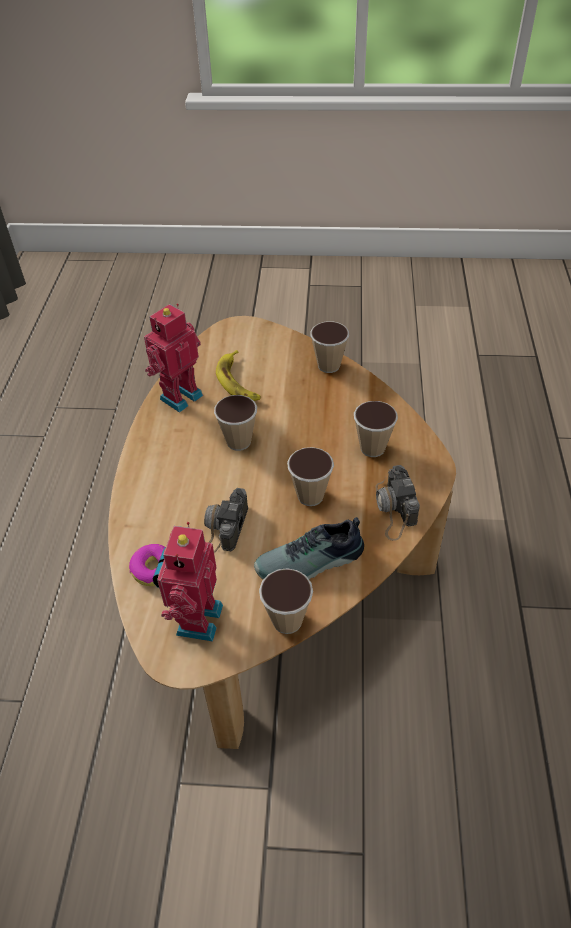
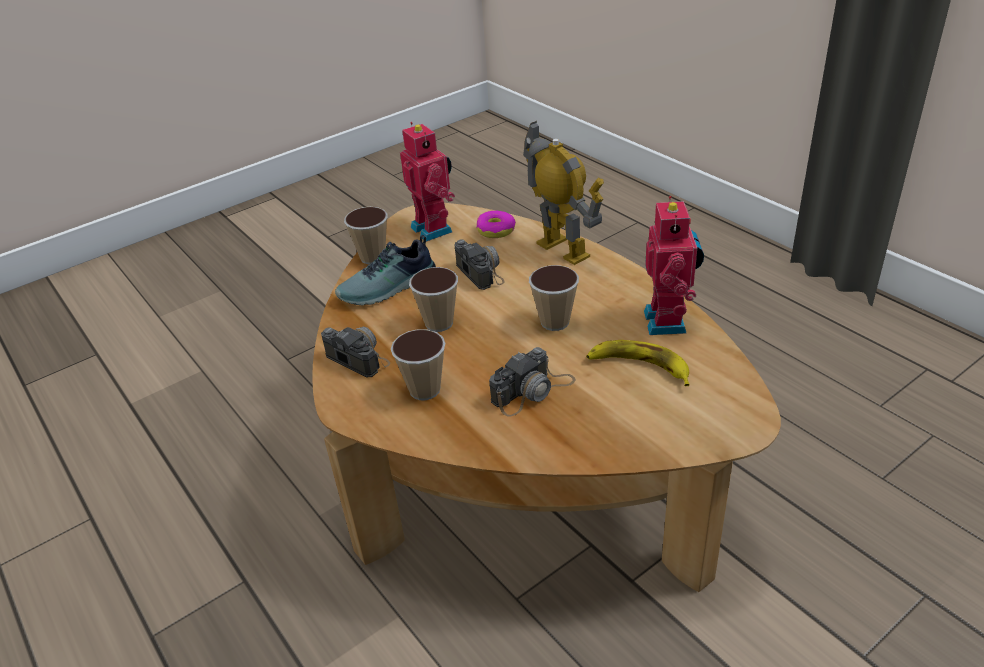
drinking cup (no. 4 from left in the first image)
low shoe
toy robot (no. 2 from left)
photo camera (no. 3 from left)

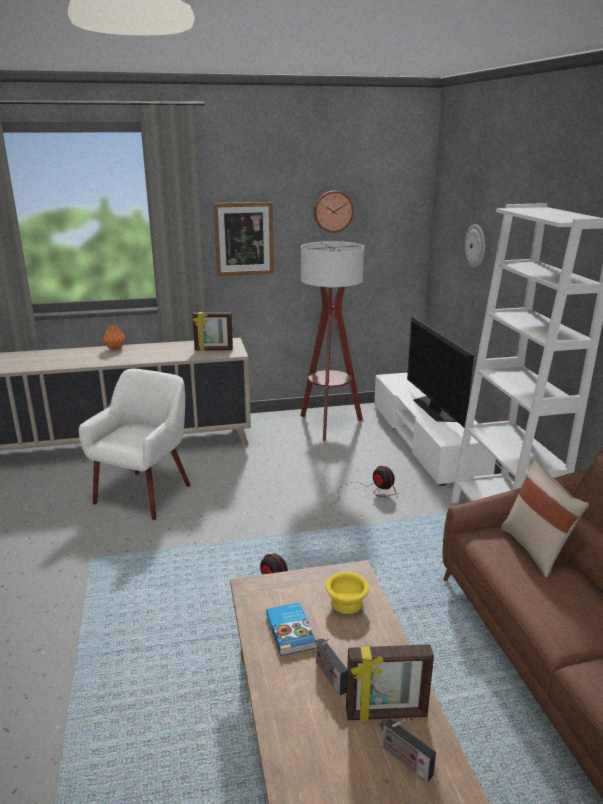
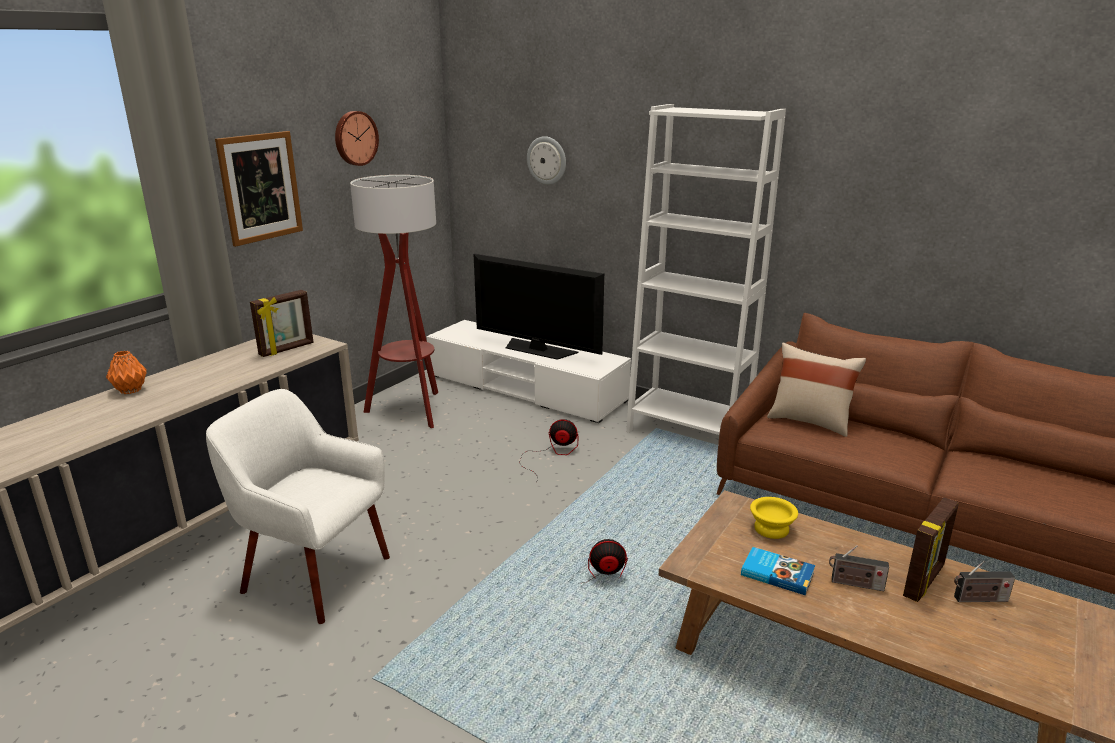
armchair (white)

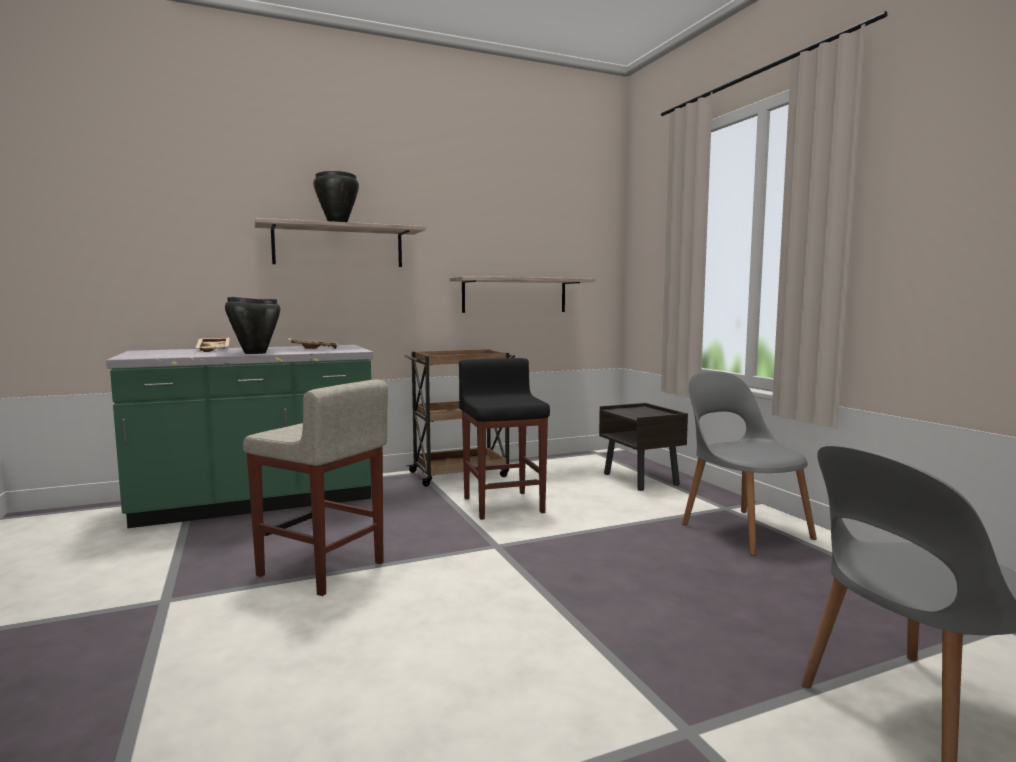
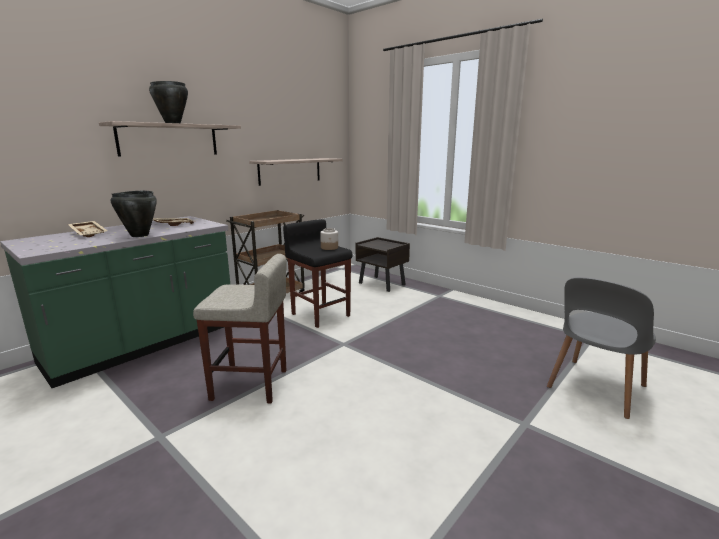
chair (greyish) (no. 1 from left in the first image)
preserve jar

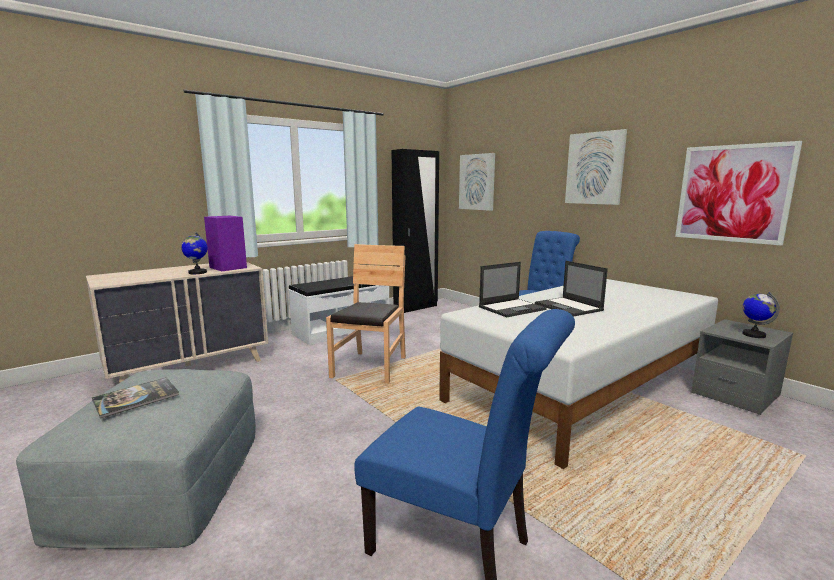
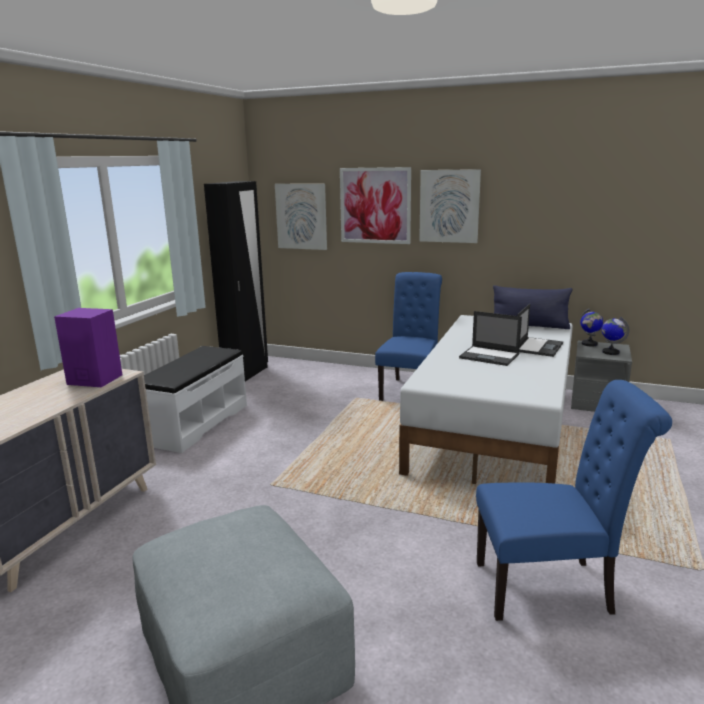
picture (no. 2 from left)
desk globe (no. 1 from left)
chair (brown)
laptop (no. 2 from left)
bound book
cushion (blue-coloured)

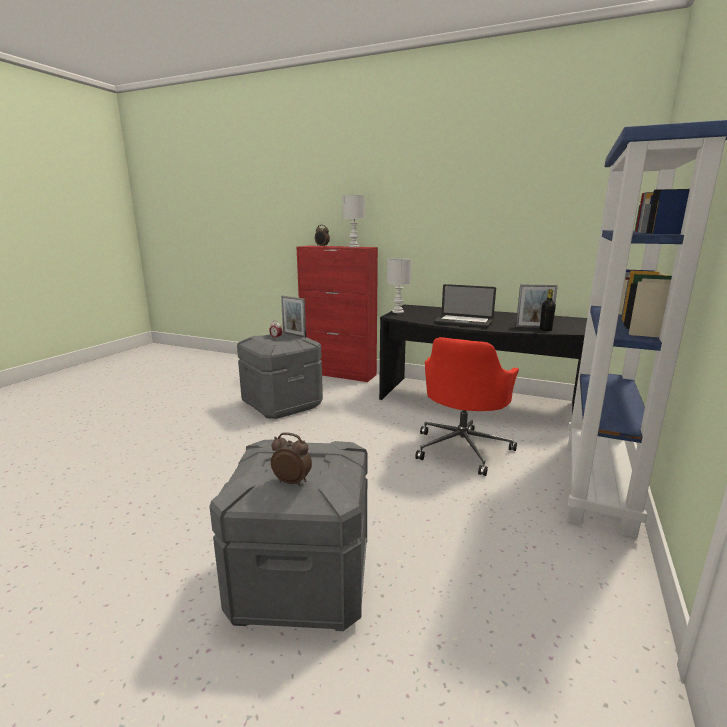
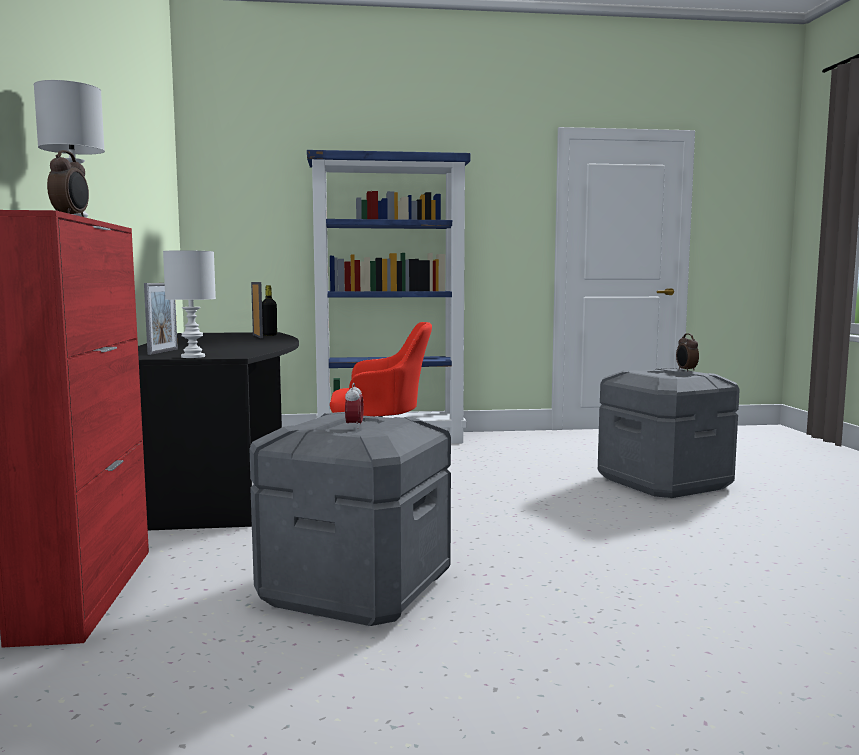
laptop
picture frame (no. 1 from left)

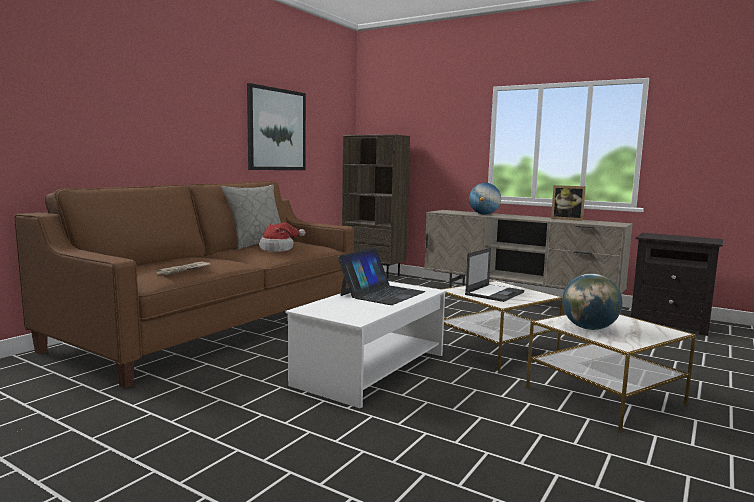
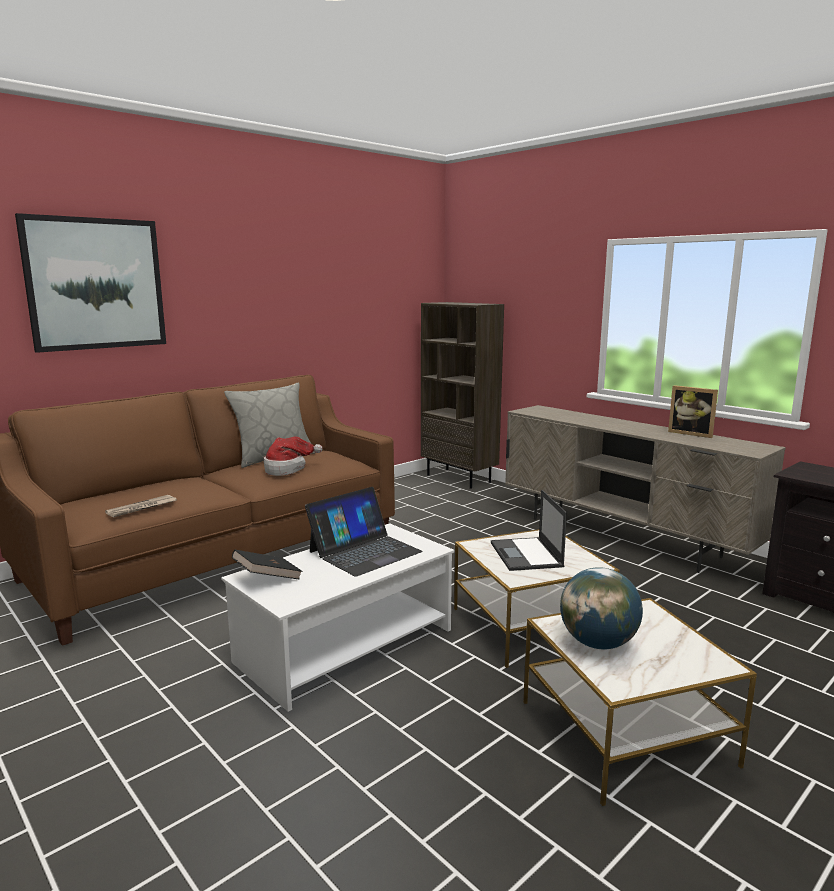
picture
desk globe (no. 1 from left in the first image)
laptop (no. 2 from left)
bound book (blackish)

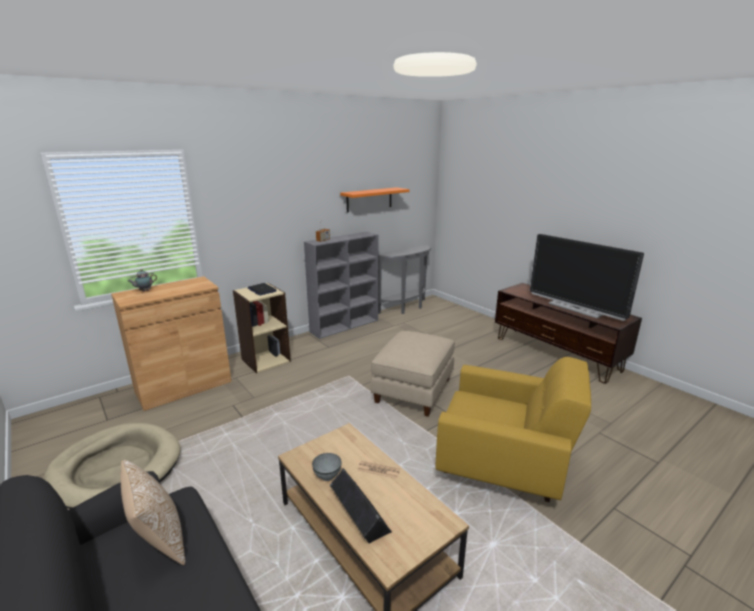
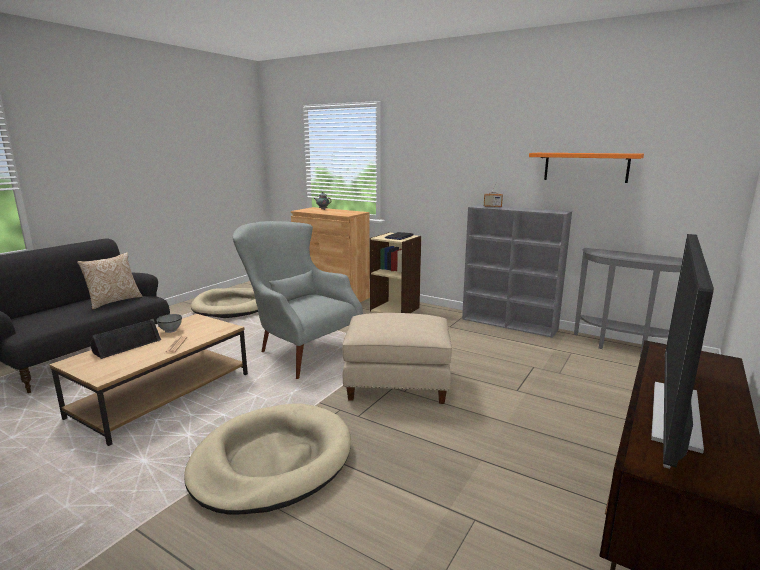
dog bed (sand-coloured) (no. 2 from left)
armchair (greyish)

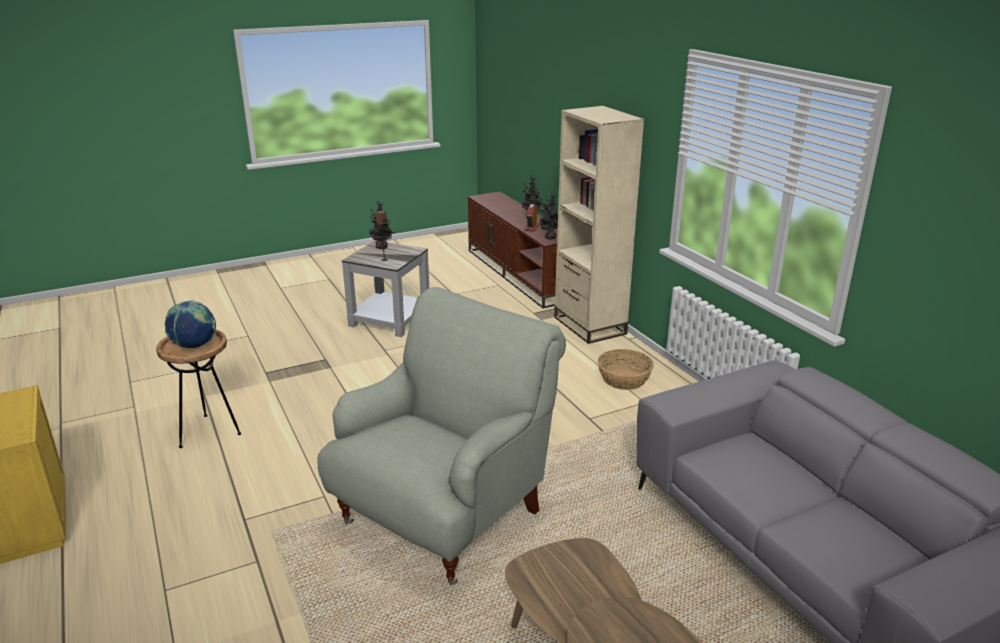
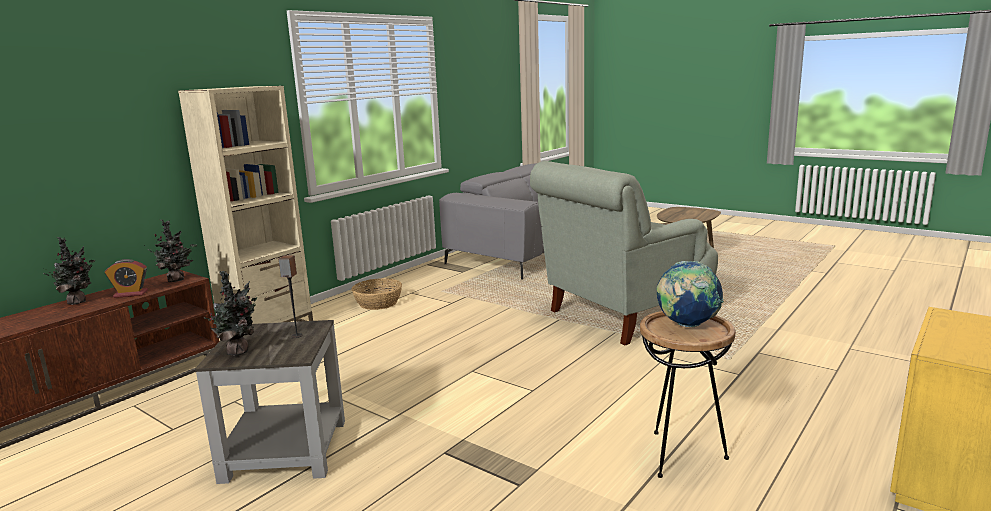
armchair (greyish)

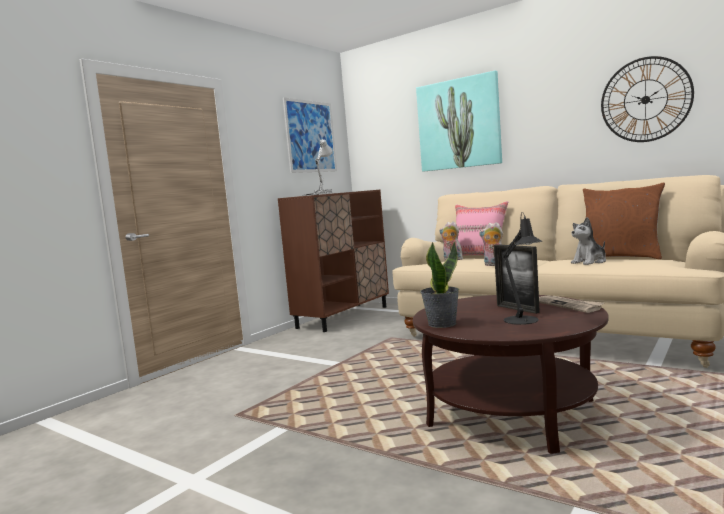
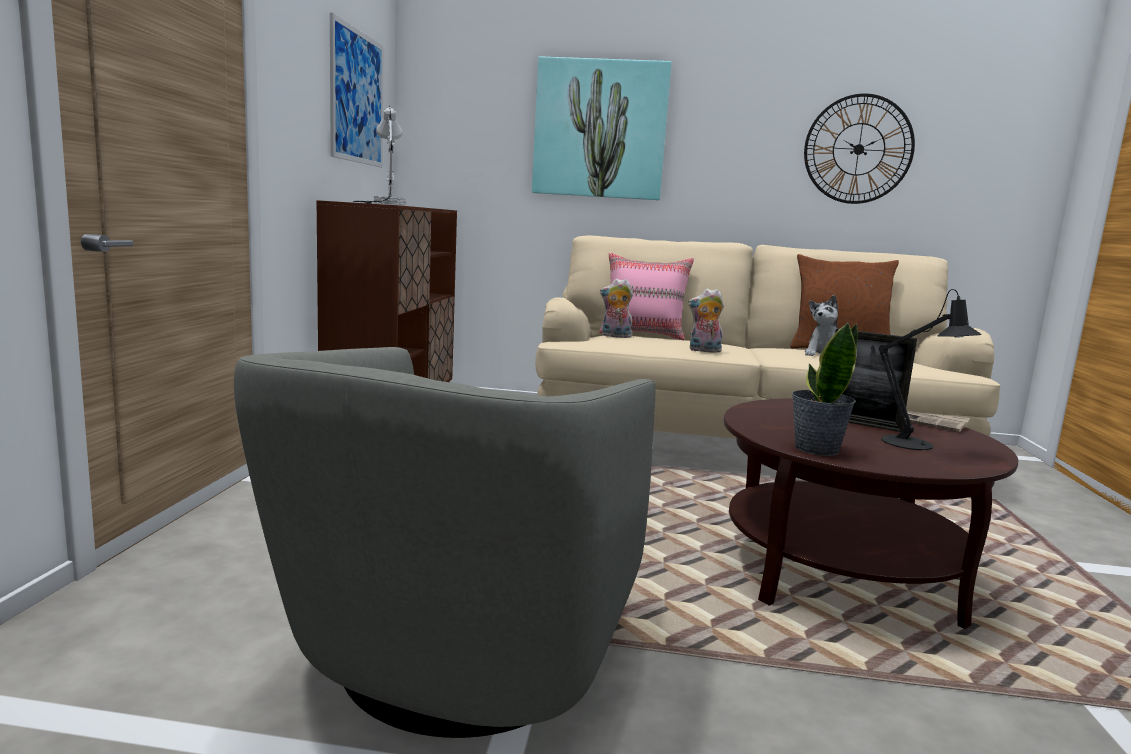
armchair (greyish)

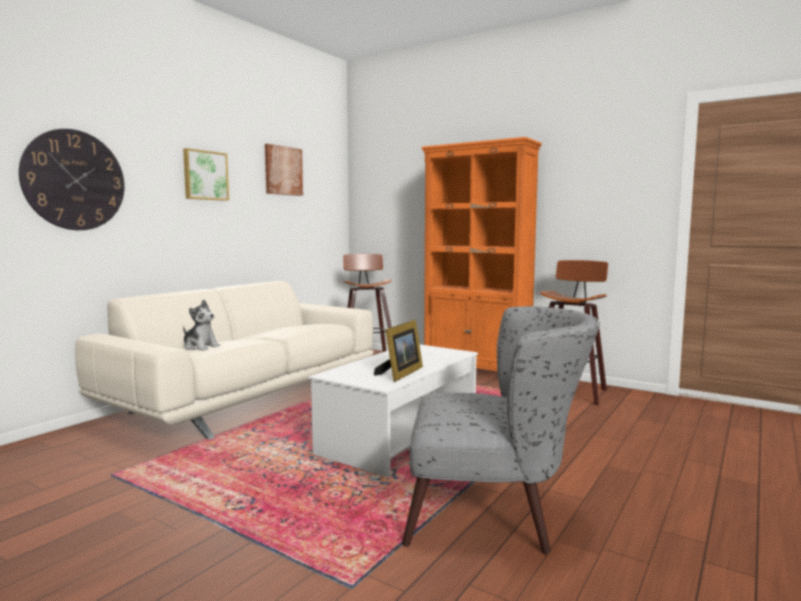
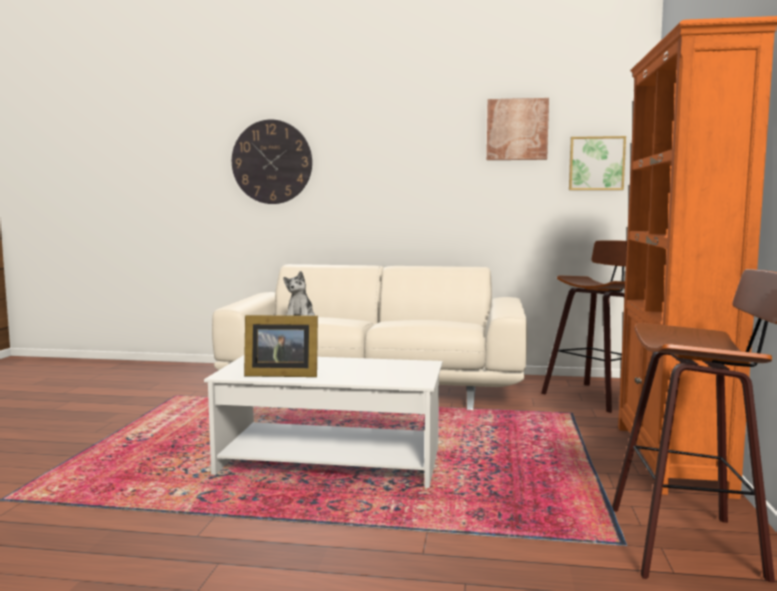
picture (no. 2 from left)
armchair (greyish)

